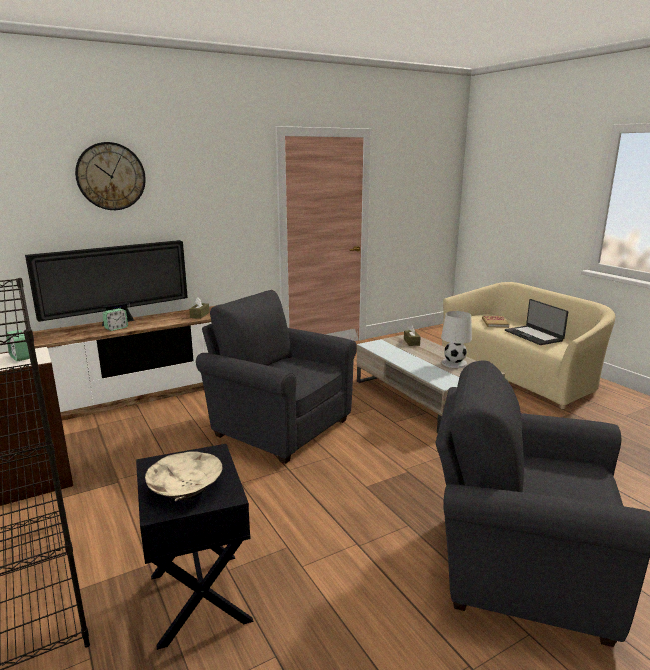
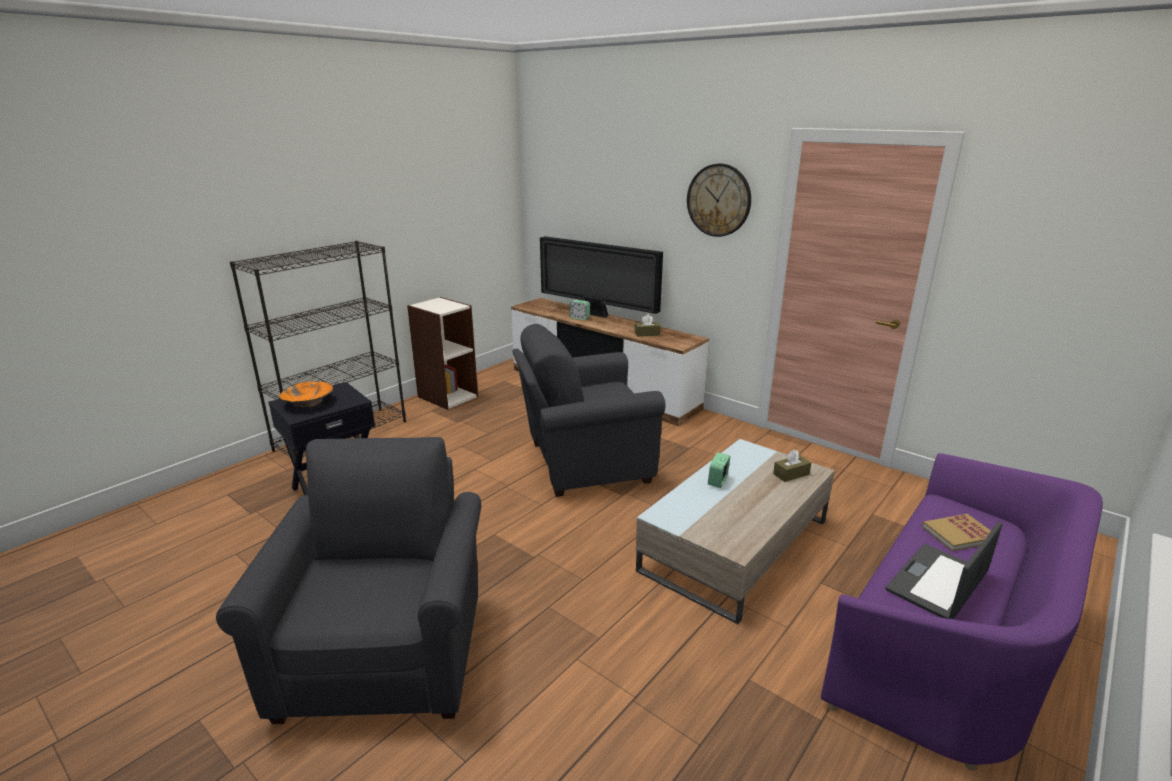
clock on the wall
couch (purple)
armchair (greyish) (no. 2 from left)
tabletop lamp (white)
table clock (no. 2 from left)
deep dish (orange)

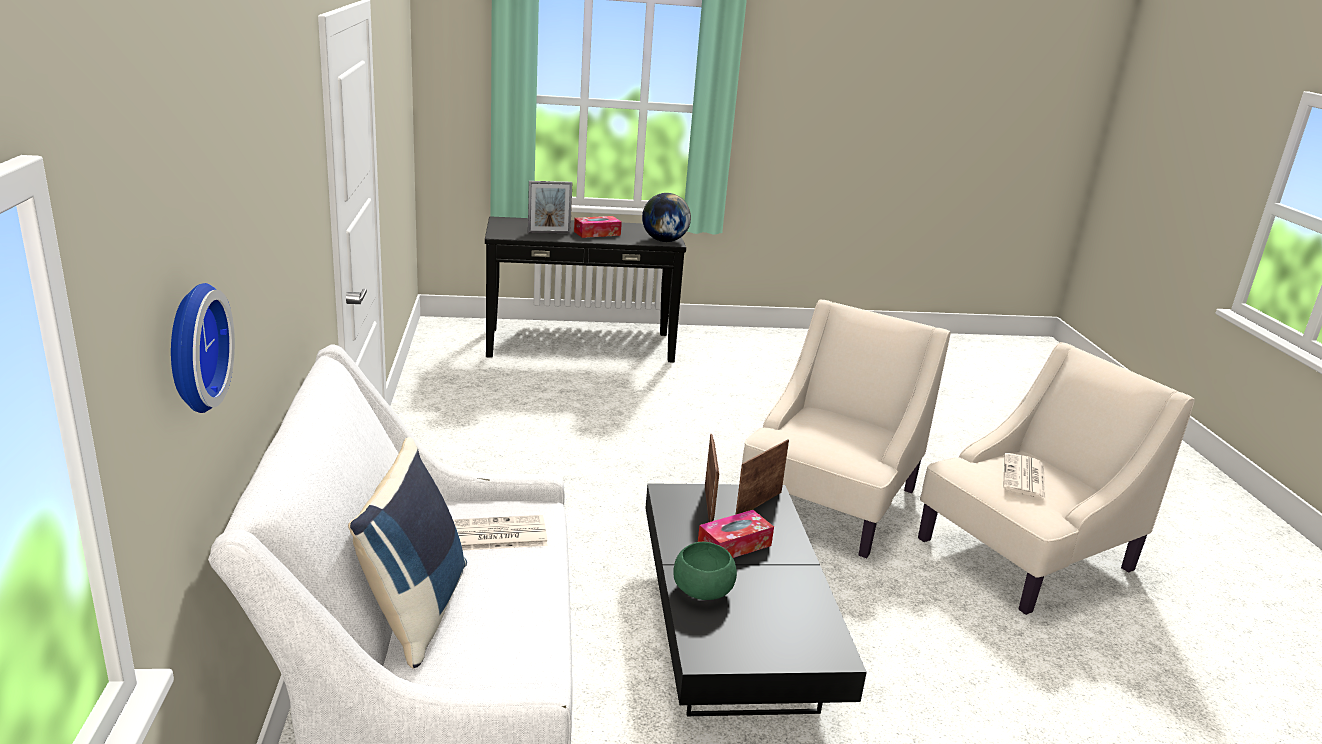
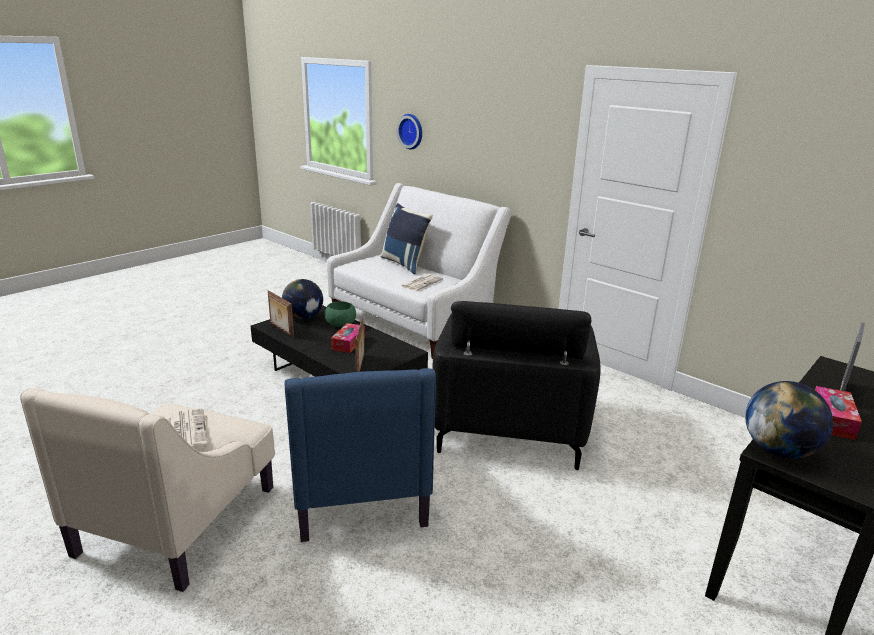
armchair (blue-coloured)
picture frame (no. 1 from left)
desk globe (no. 1 from left)
armchair (blackish)

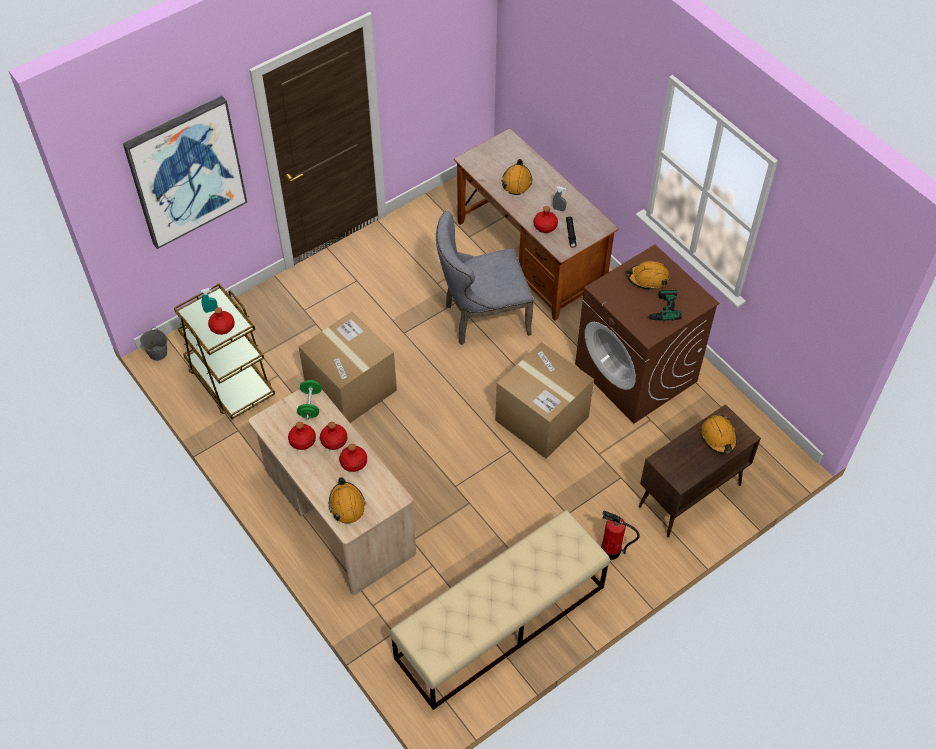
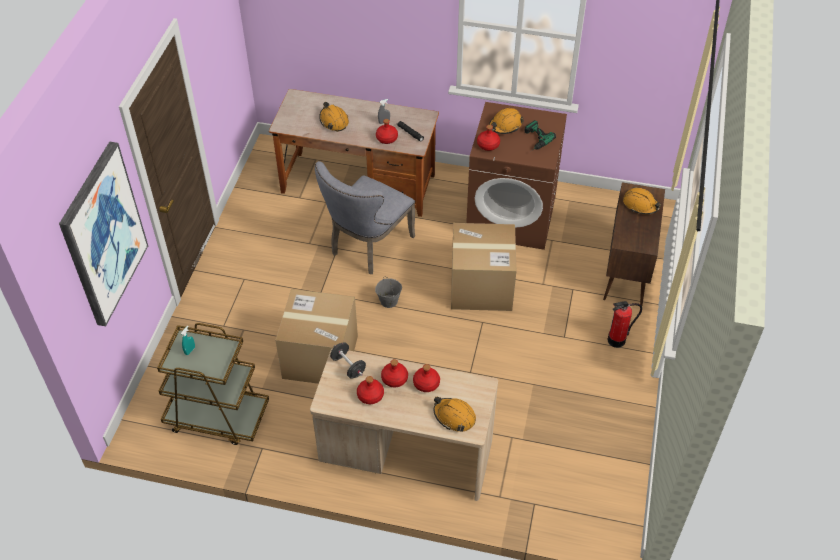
beverage bottle (red) (no. 5 from left)
water bucket (greyish)
dumbbell (blackish)
long seat (sand-coloured)

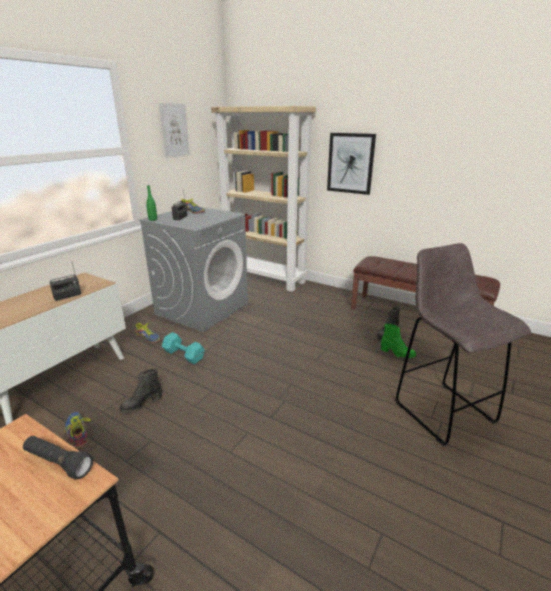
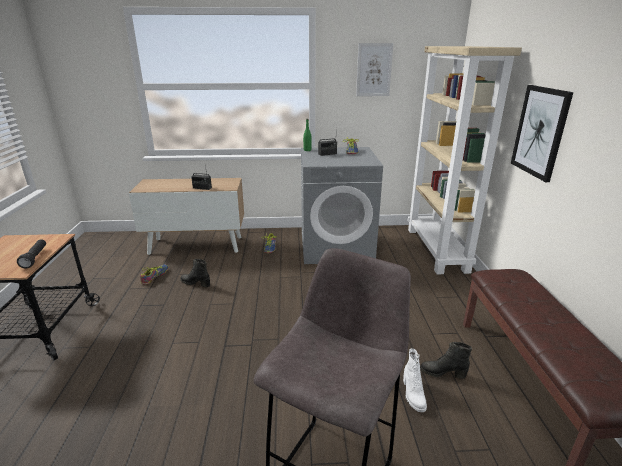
tall boot (white)
dumbbell (blue-green)

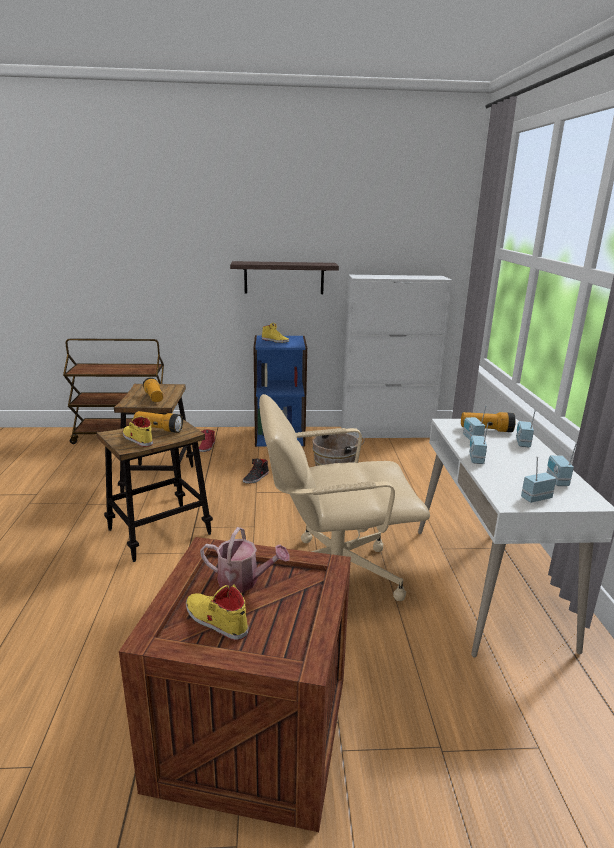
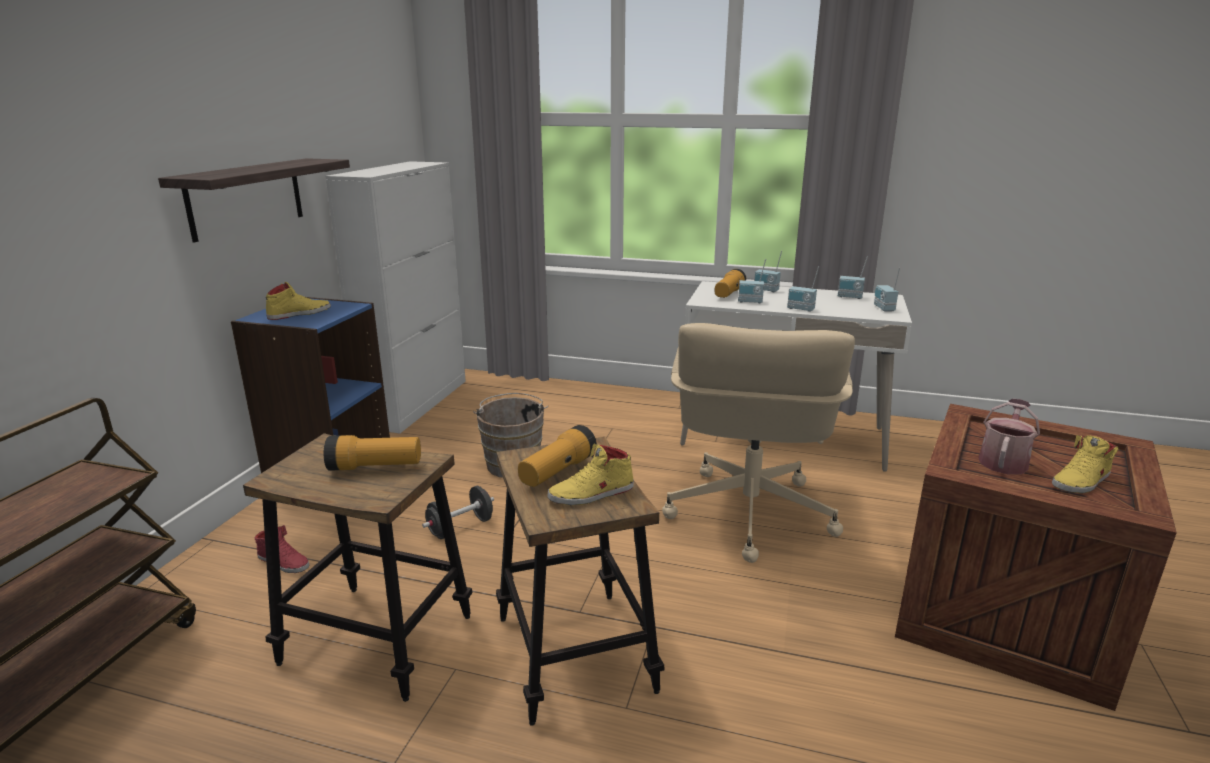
dumbbell (blackish)

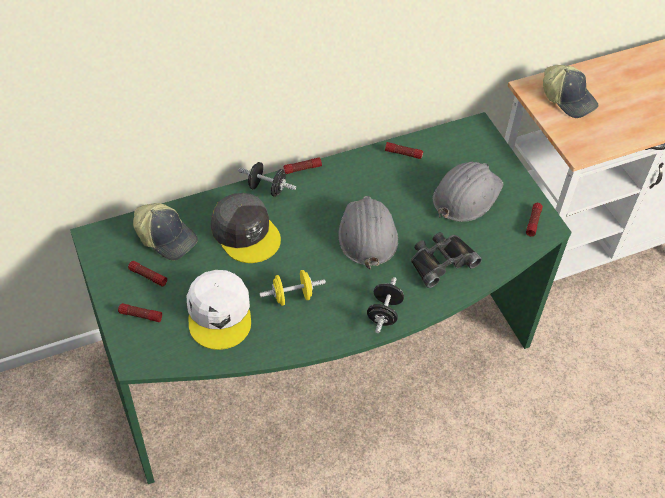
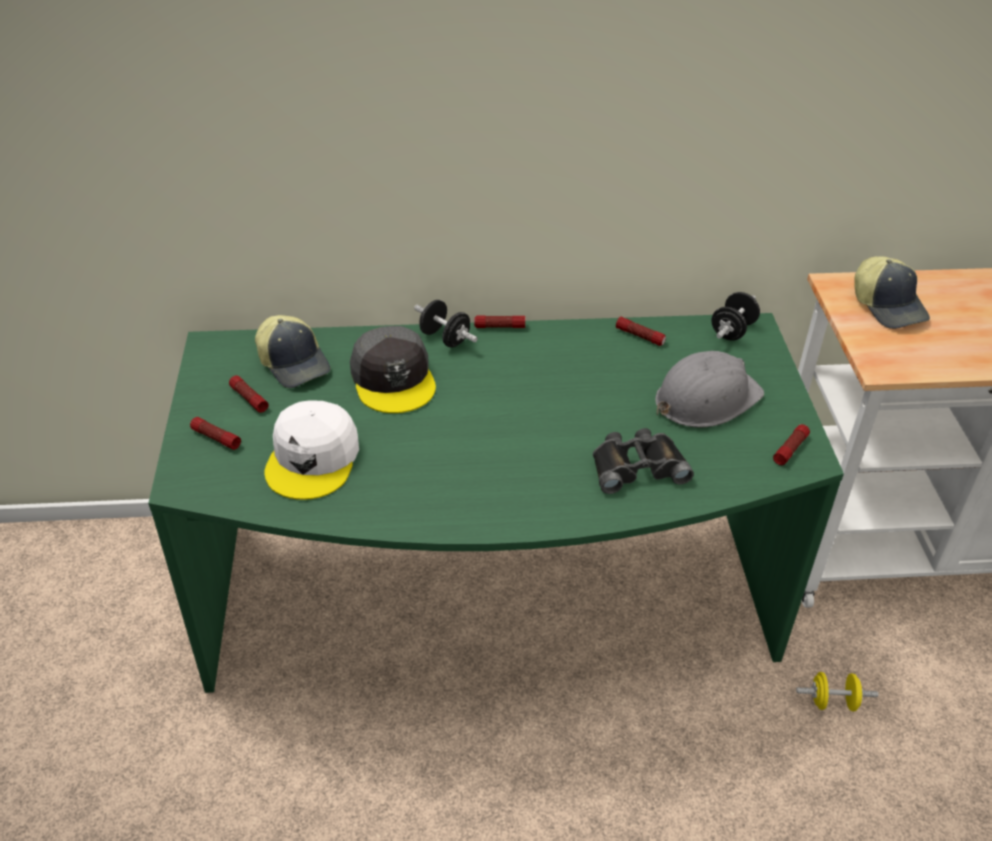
safety helmet (greyish) (no. 1 from left in the first image)
dumbbell (yellow)
dumbbell (blackish) (no. 2 from left)

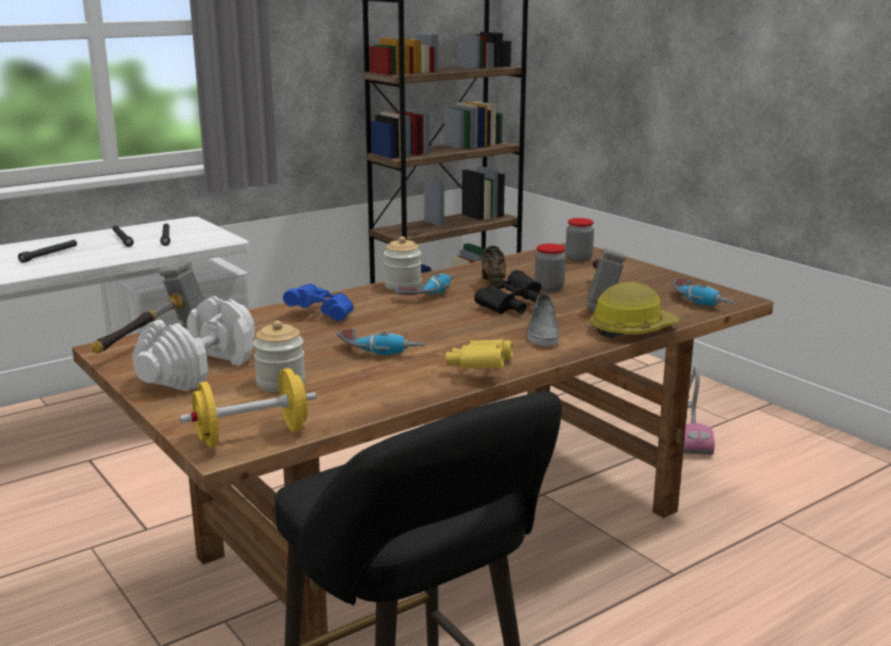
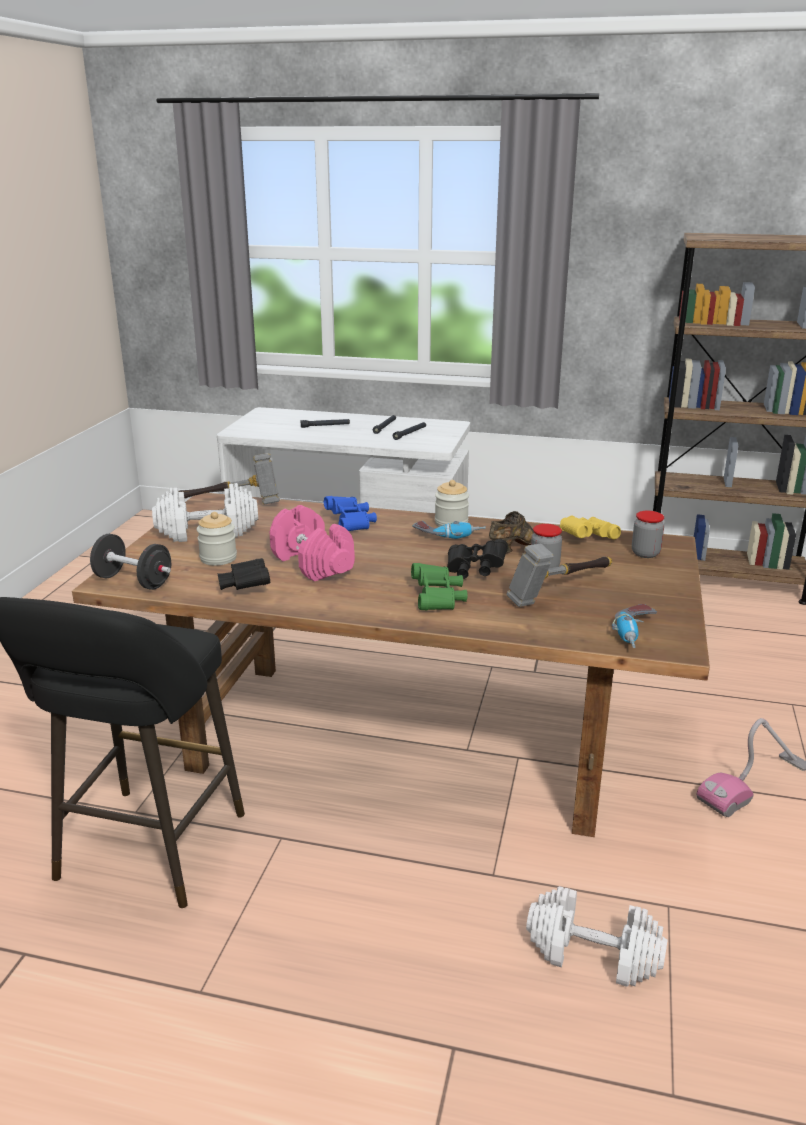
safety helmet
field glasses (greenish)
dumbbell (pink-coloured)
field glasses (yellow)
dumbbell (blackish)
field glasses (blackish) (no. 1 from left)
dumbbell (white) (no. 2 from left)

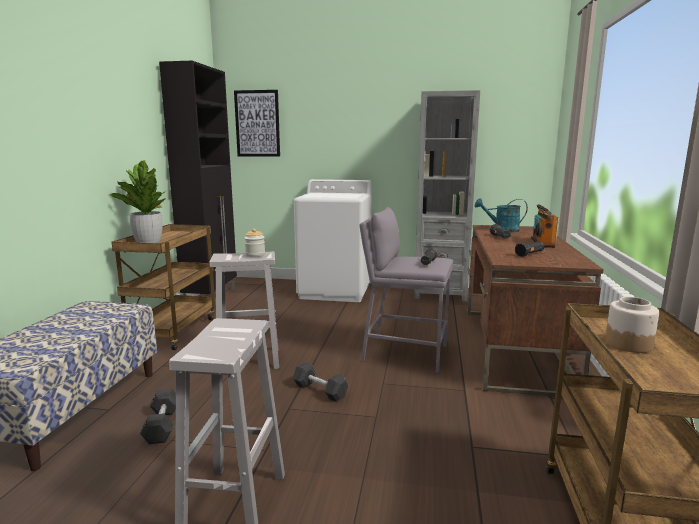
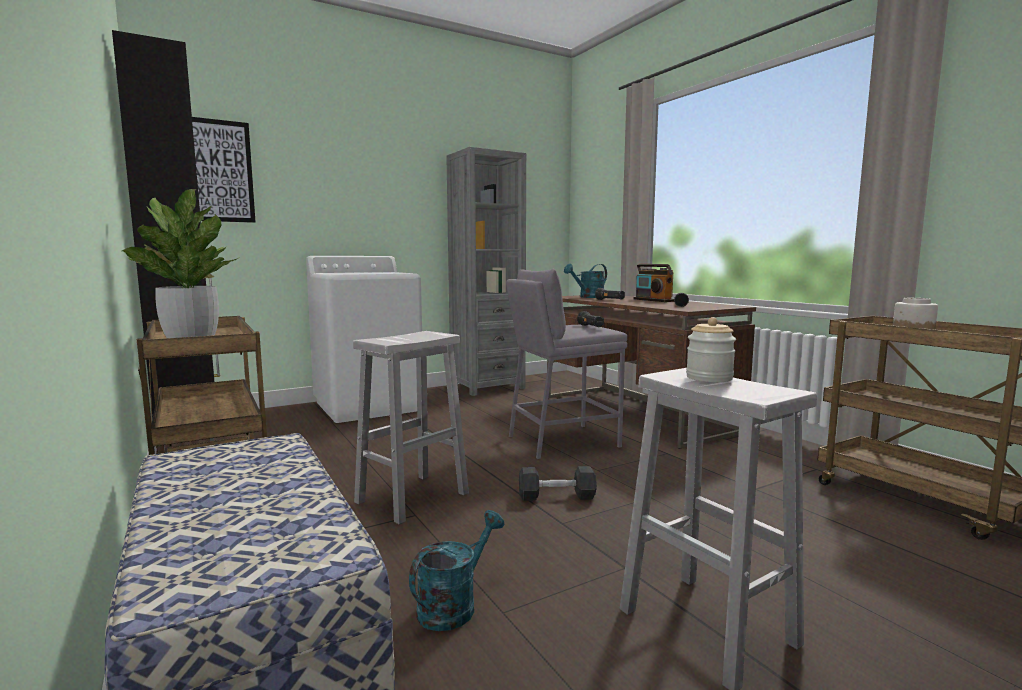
preserve jar (no. 1 from left)
watering can (blue-green) (no. 1 from left)

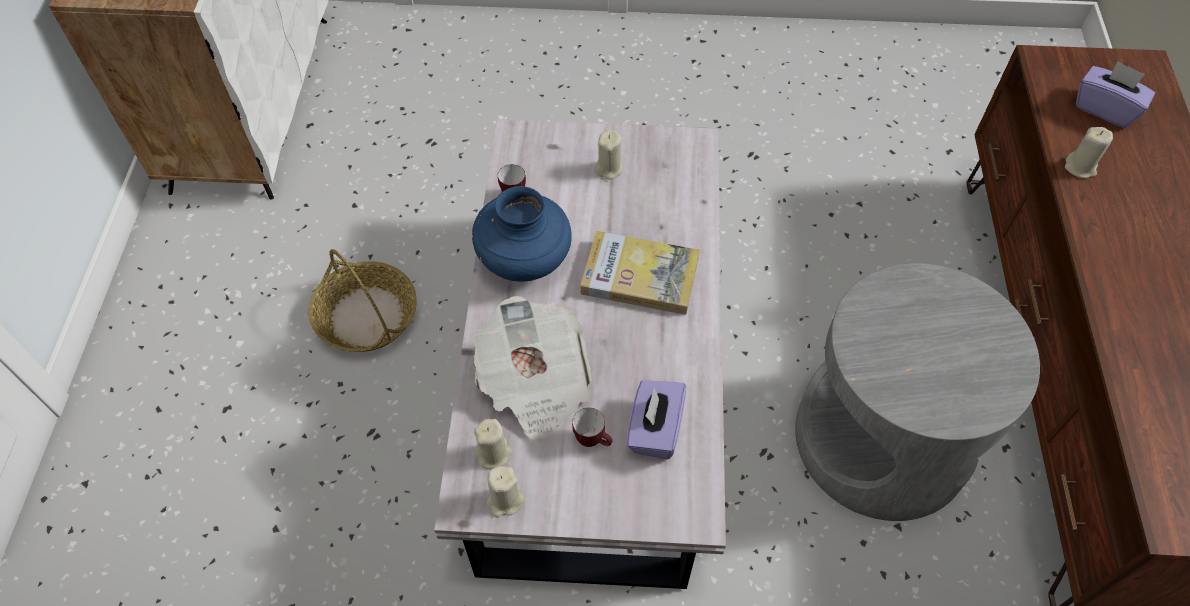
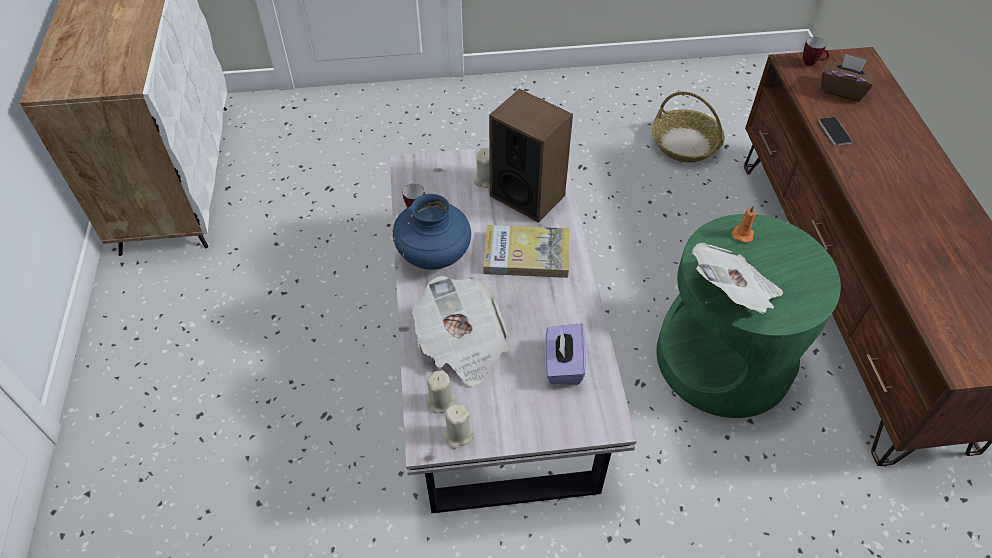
tissue box (brown)
phone
storage basket
side table (greenish)
tea mug (no. 2 from left)
audio speaker
wax candle (orange)
printed paper (no. 2 from left)

